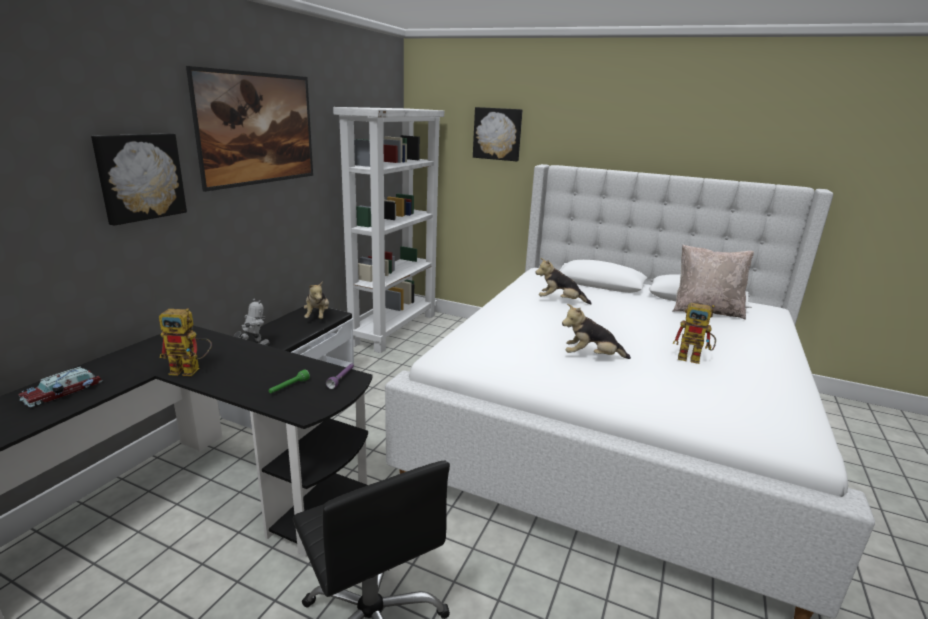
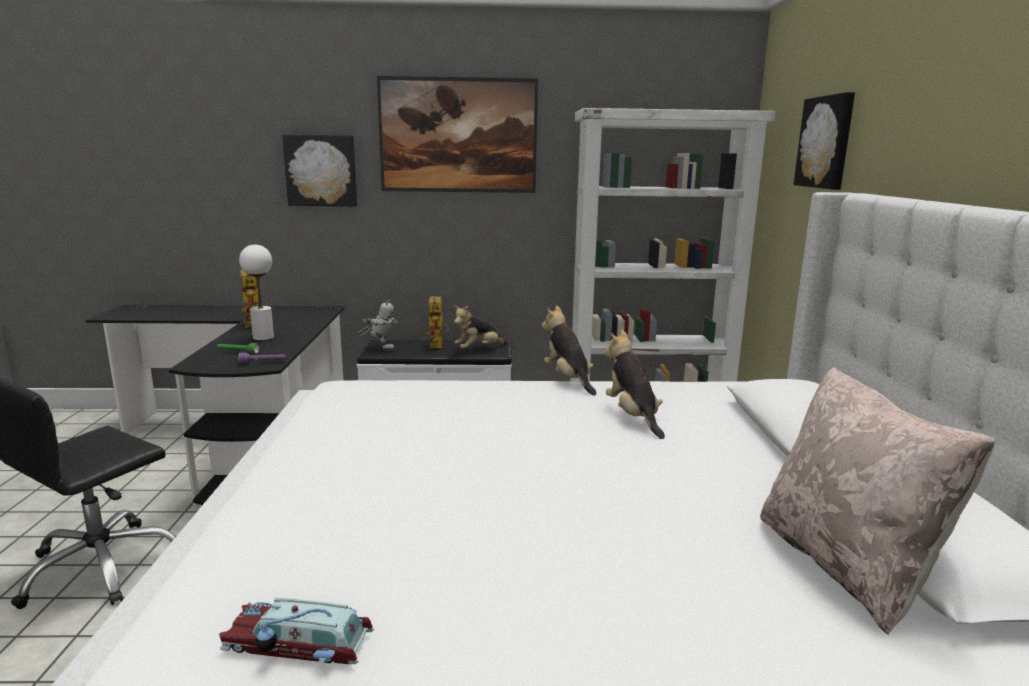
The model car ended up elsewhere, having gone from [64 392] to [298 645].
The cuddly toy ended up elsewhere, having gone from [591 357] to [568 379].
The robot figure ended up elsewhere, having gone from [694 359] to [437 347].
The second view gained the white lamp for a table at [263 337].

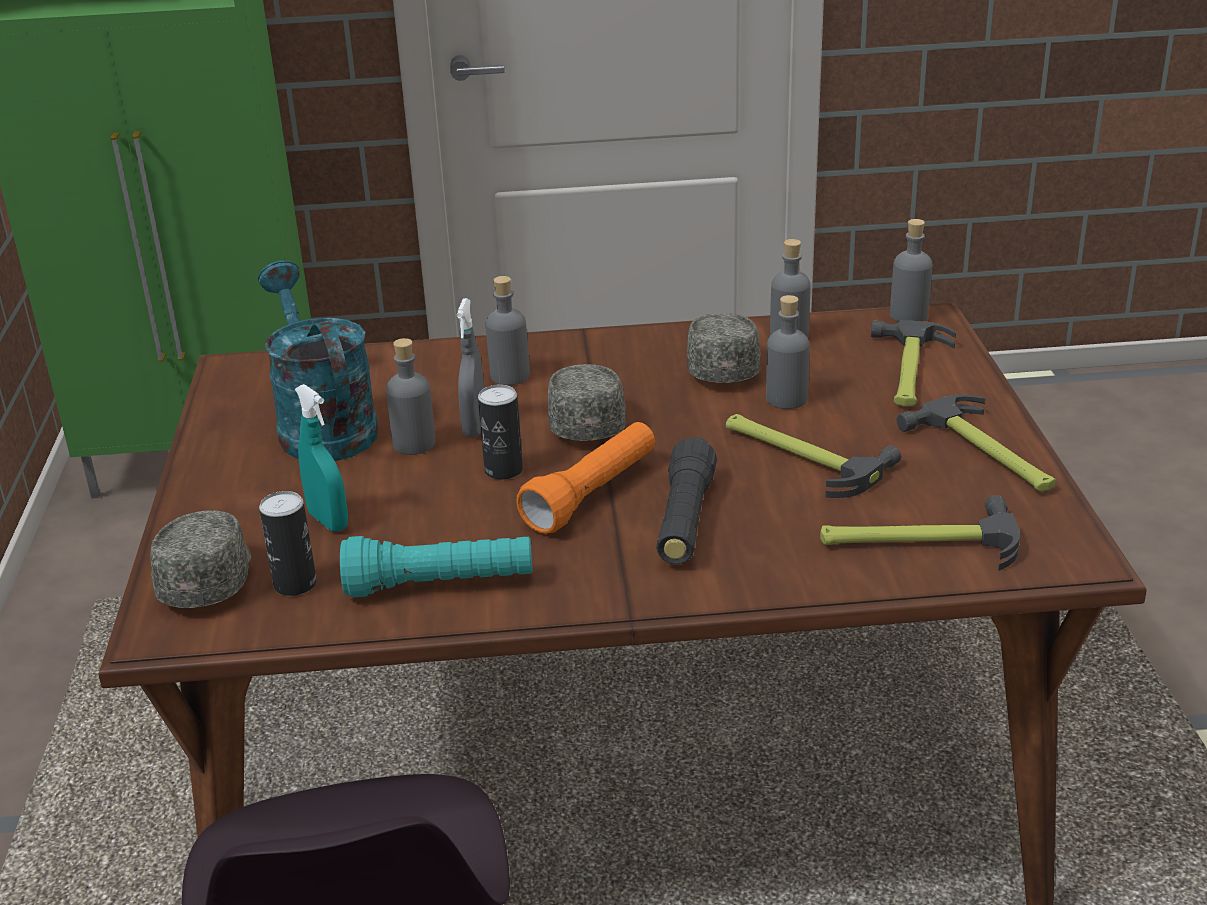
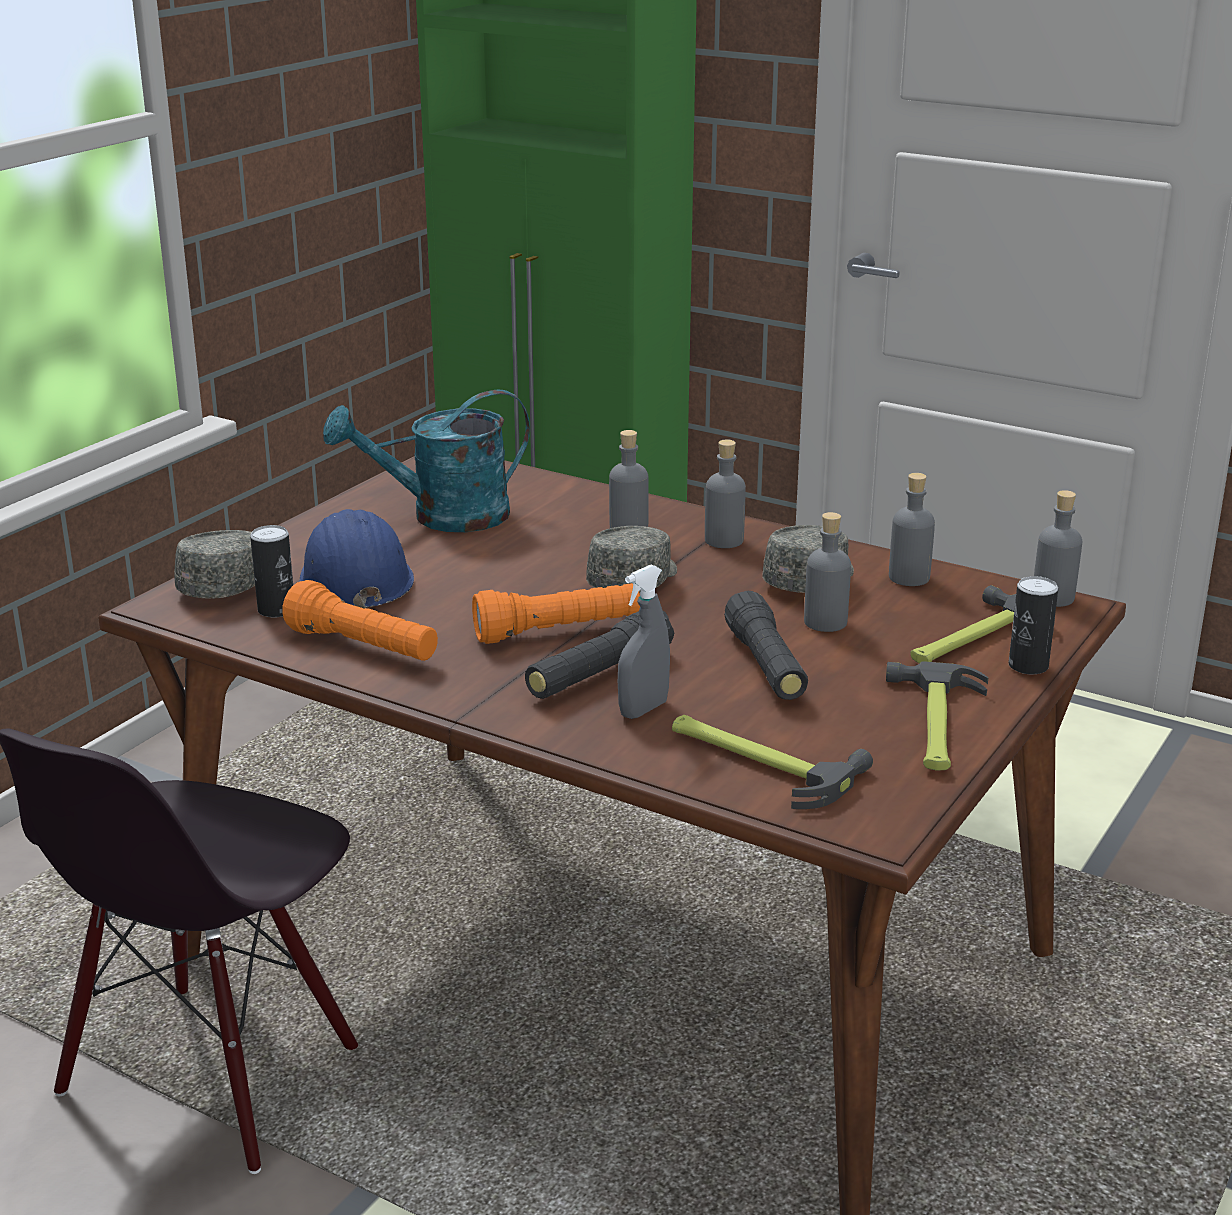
The blue-green sprinkling can at [321 425] ended up facing another way, 120 degrees counterclockwise from before.
Where the blue-green spray bottle stood at [328 521], the blue work helmet came to stand at [354 580].
What was the blue-green torch at [440 585] turned into the orangey torch at [363 647].
The greyish drink bottle ended up elsewhere, having gone from [414 444] to [724 540].
The greyish spray bottle ended up elsewhere, having gone from [474 427] to [643 709].
The metal can ended up elsewhere, having gone from [503 470] to [1028 666].
Where the hand hammer stood at [799 455], the black-coloured torch came to stand at [766 666].

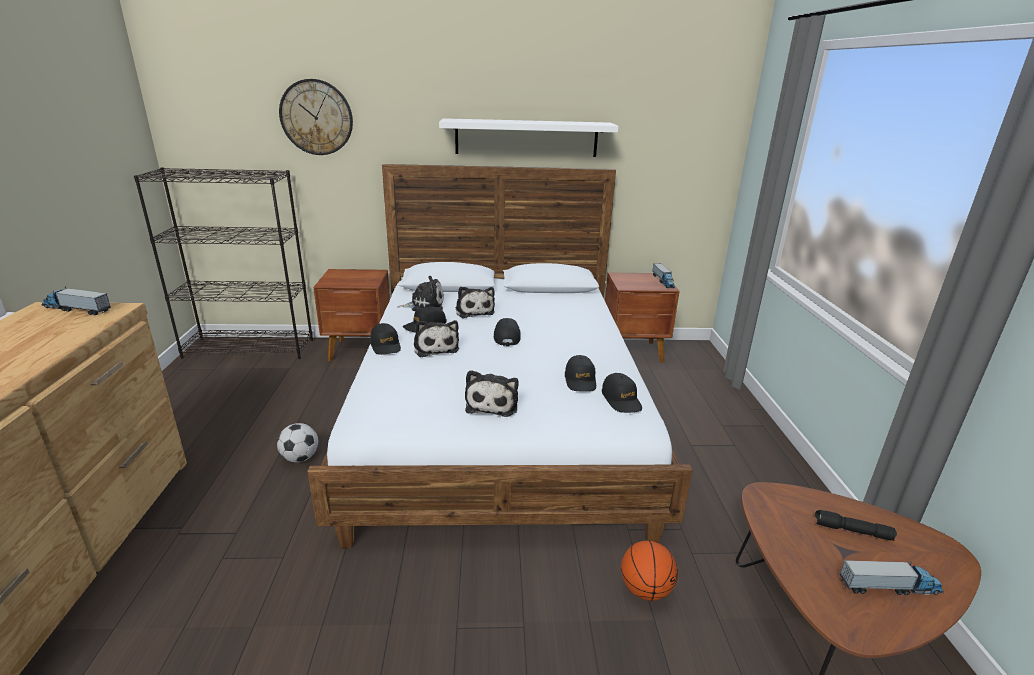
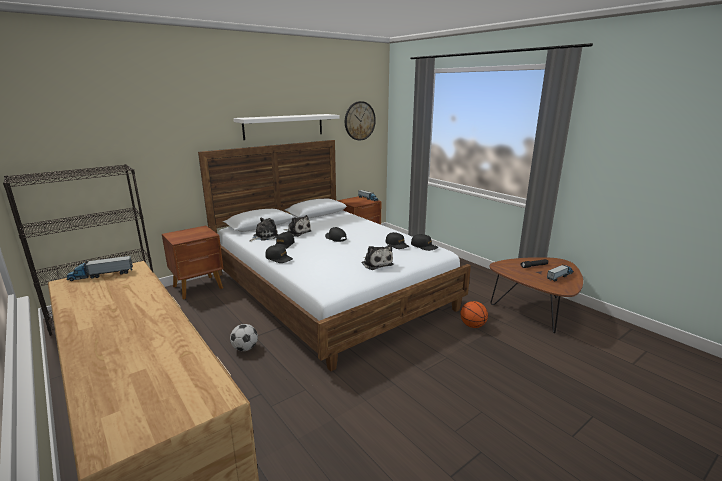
The hanging clock ended up elsewhere, having gone from [316 117] to [359 121].
The second view lost the cuddly toy at [435 347].

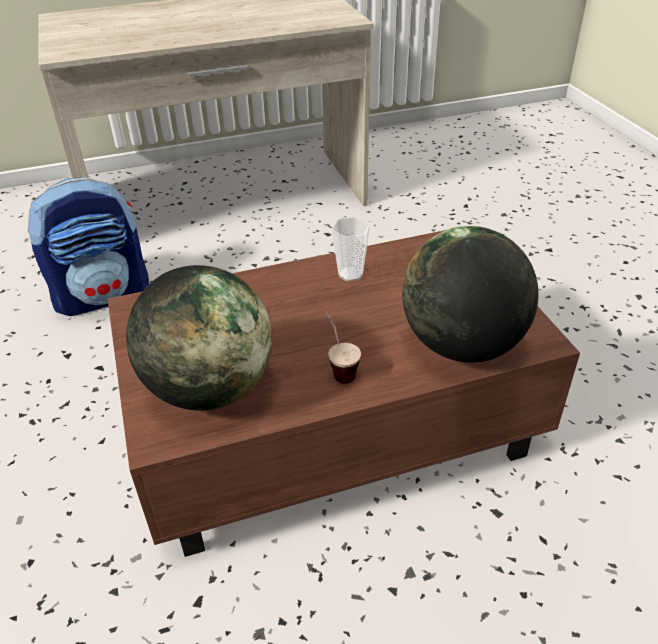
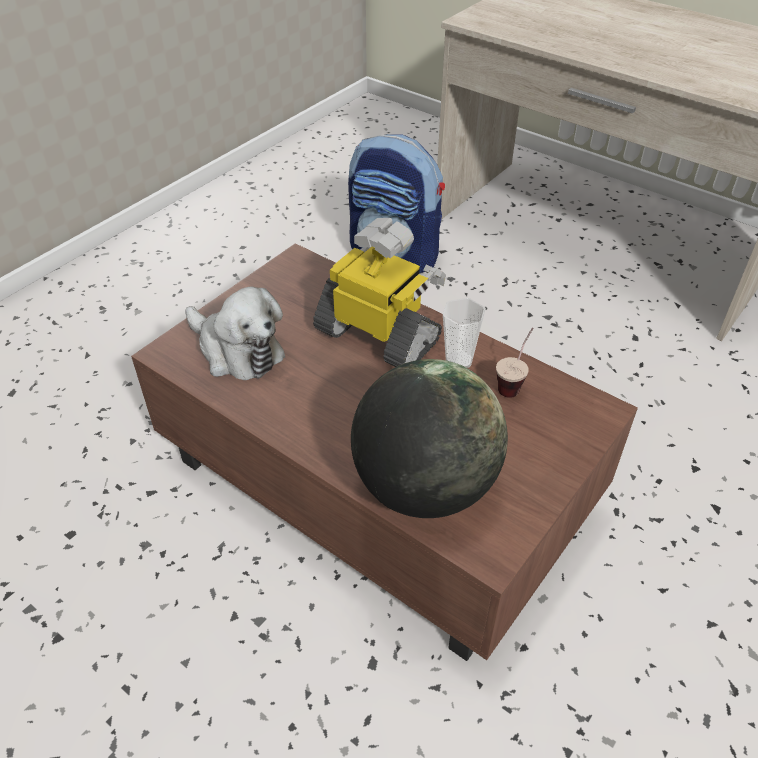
Where the world globe stood at [209 389], the cuddly toy came to stand at [237 351].
The small cup ended up elsewhere, having gone from [339 368] to [514 382].
The second view gained the robot figure at [379 335].

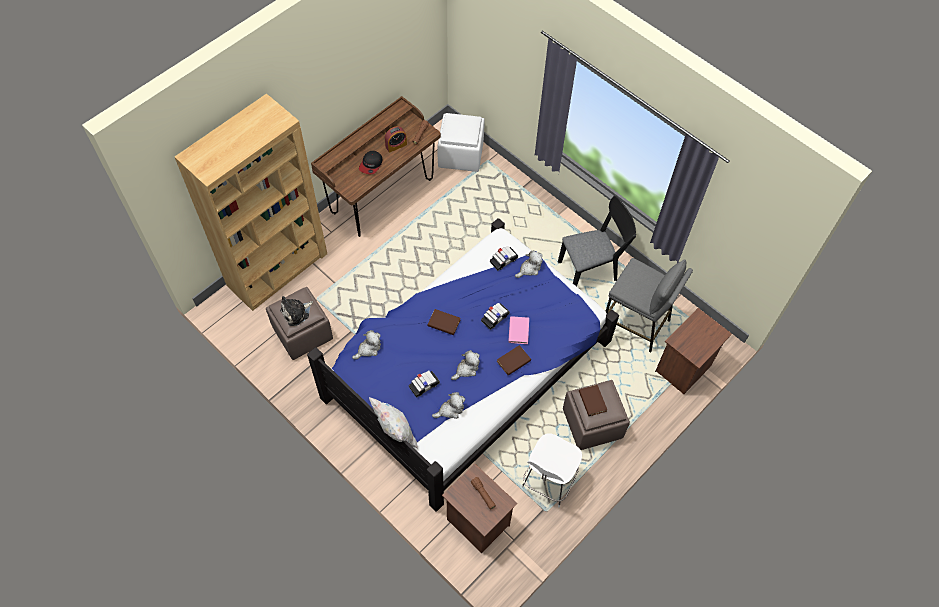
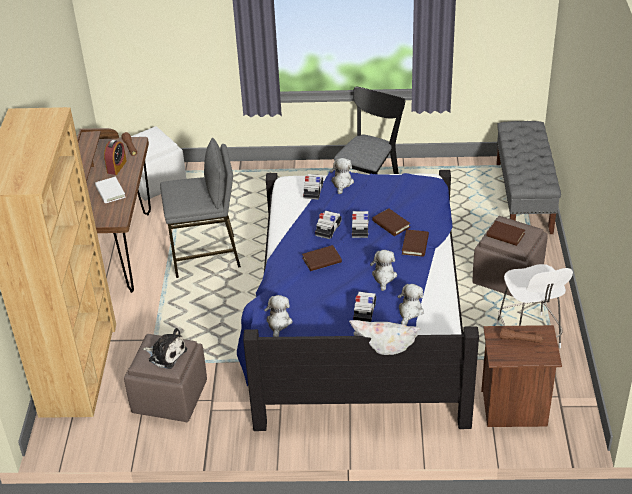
The cuddly toy at [296 312] ended up facing another way, 75 degrees counterclockwise from before.
Where the cap stood at [371 164], the white volume came to stand at [110 192].
What was the pinkish volume at [518 331] turned into the brown volume at [391 224].
The greyish stool seat ended up elsewhere, having gone from [636 324] to [206 256].
Where the brown nightstand stood at [684 369], the greyish indoor bench came to stand at [524 197].
The second view gained the model car at [328 229].

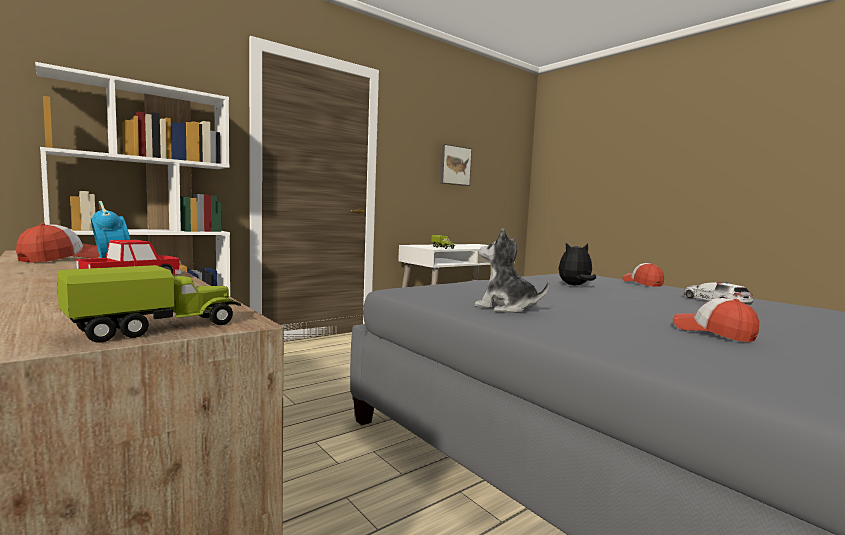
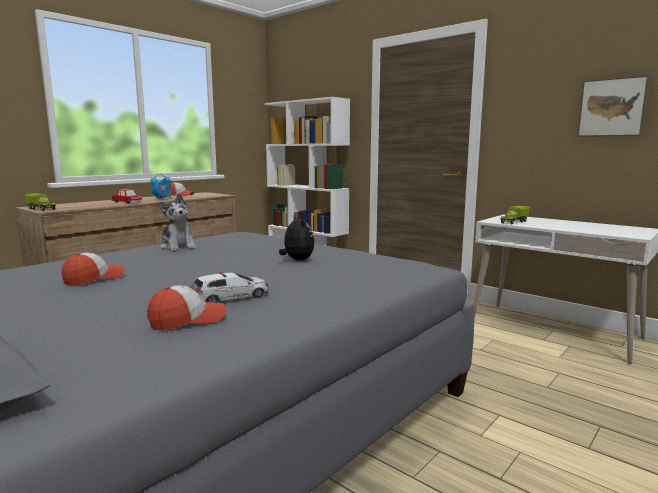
The cuddly toy at [506 308] ended up facing another way, 120 degrees clockwise from before.
The cap ended up elsewhere, having gone from [642 283] to [187 320].

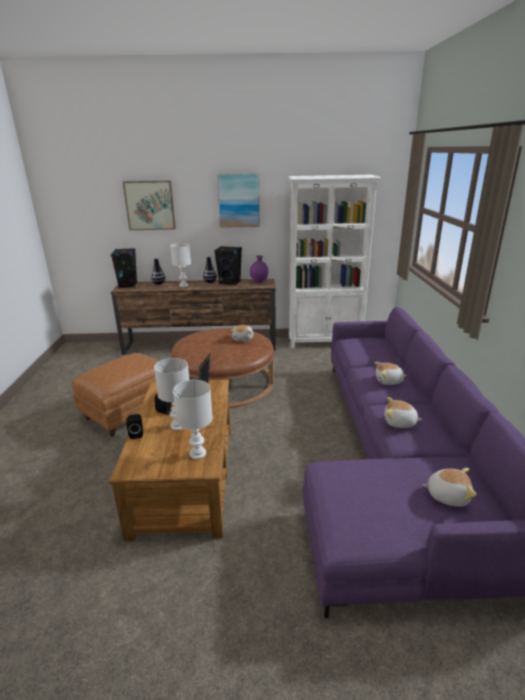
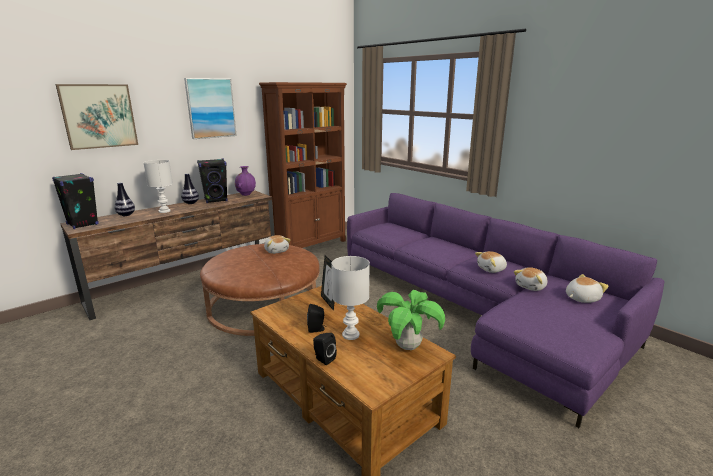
The second view lost the brown ottoman at [129 412].
Where the white lamp for a table stood at [197 453], the potted plant came to stand at [407 347].
What was the white shelving unit at [325 341] turned into the brown shelving unit at [311 245].
The cuddly toy ended up elsewhere, having gone from [389 381] to [531 286].

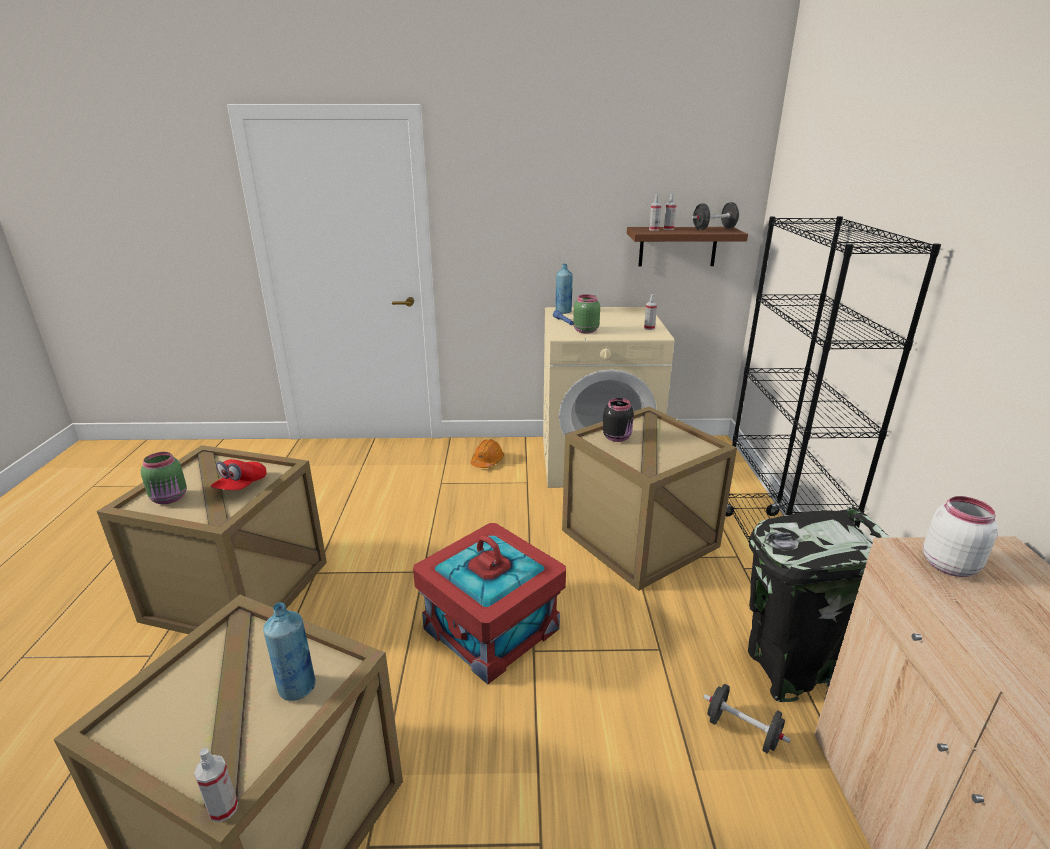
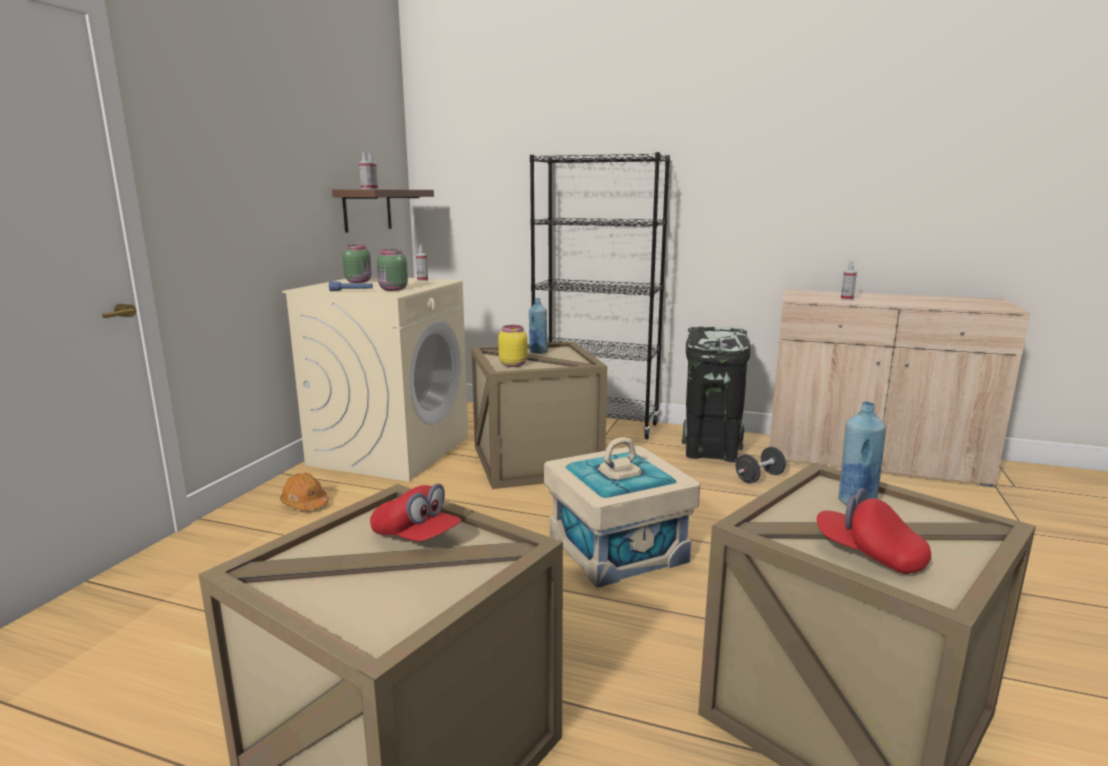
The greenish jar ended up elsewhere, having gone from [170 498] to [359 281].
The spray bottle ended up elsewhere, having gone from [223 808] to [847 299].
What was the red-coloured storage bin at [492 628] turned into the sand-coloured storage bin at [616 548].
The blue drink bottle ended up elsewhere, having gone from [563 312] to [538 352].
What was the black-coloured jar at [617 437] turned into the yellowish jar at [513 364].
The second view lost the black-coloured dumbbell at [714 229].
The second view lost the white jar at [947 564].
The second view gained the red-coloured cap at [869 554].

